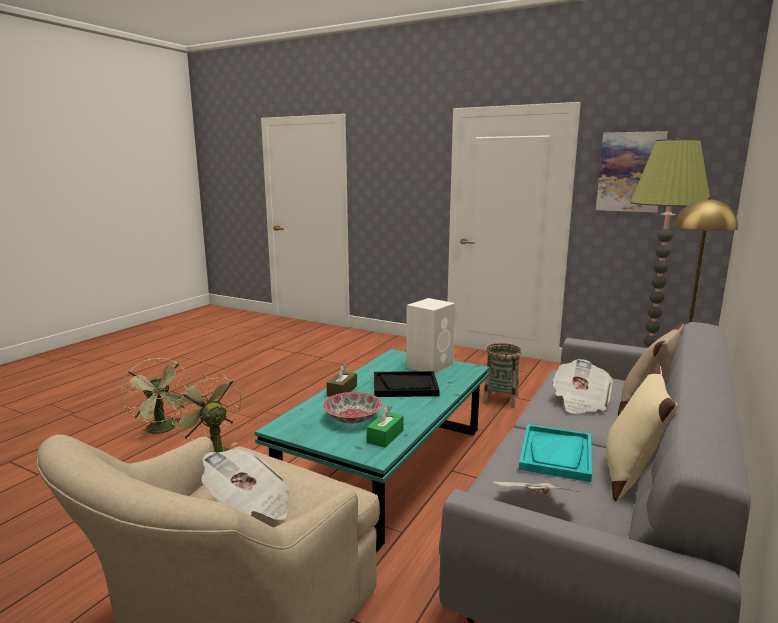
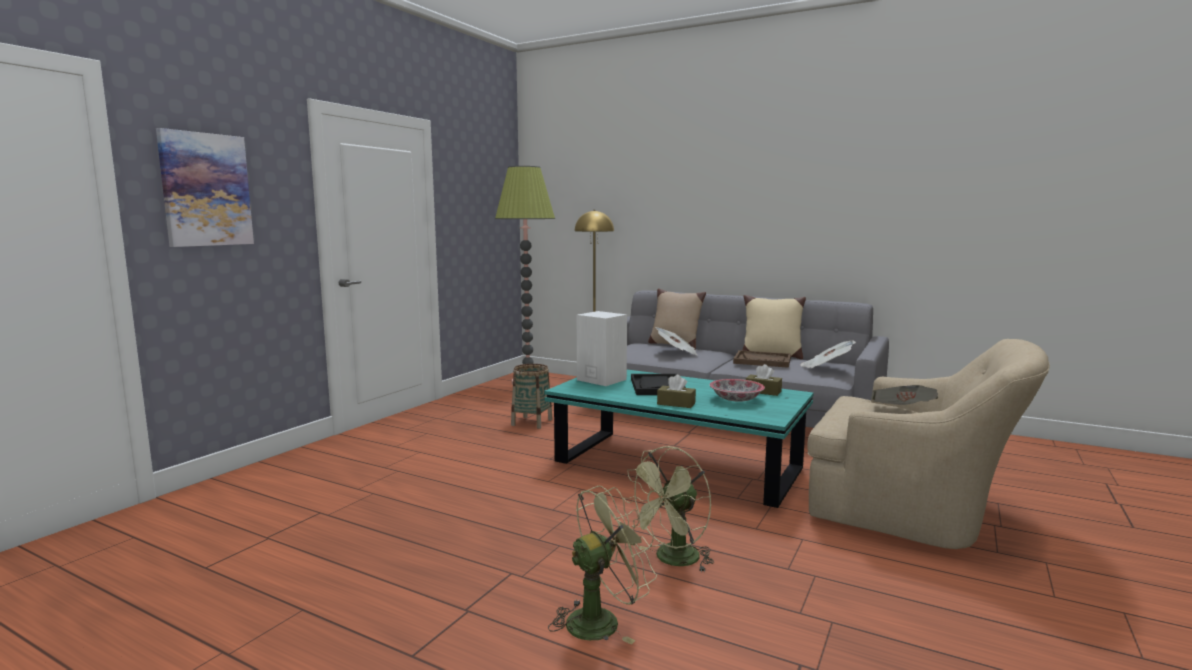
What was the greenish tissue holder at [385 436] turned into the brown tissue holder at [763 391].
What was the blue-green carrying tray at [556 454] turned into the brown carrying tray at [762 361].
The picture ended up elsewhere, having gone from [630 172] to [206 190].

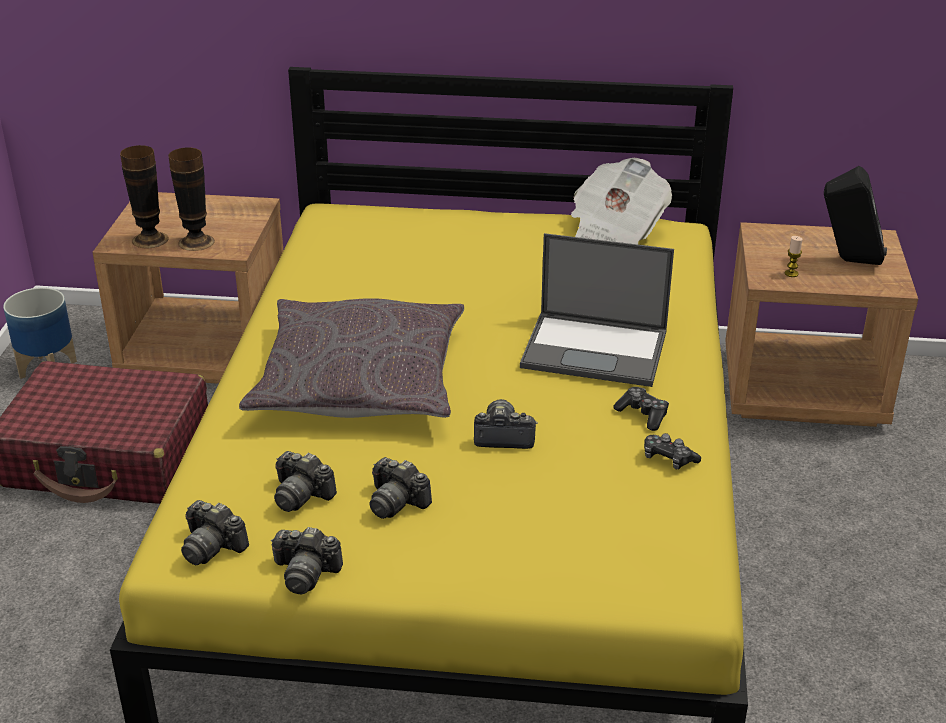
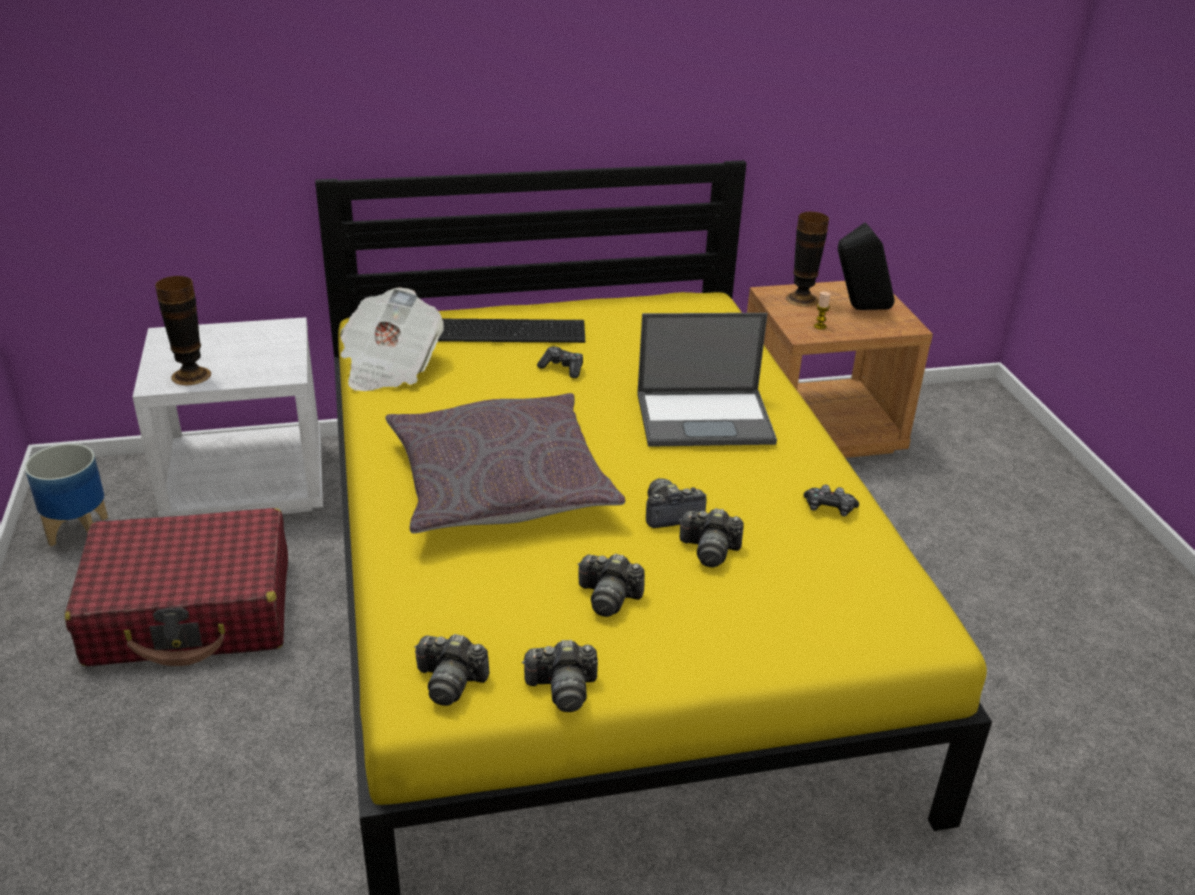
What was the brown nightstand at [207 351] turned into the white nightstand at [247 484].
The decorative vase ended up elsewhere, having gone from [196 242] to [802 299].
The photo camera ended up elsewhere, having gone from [301 495] to [709 550].
The printed paper ended up elsewhere, having gone from [614 231] to [389 367].
The gamepad ended up elsewhere, having gone from [643 414] to [562 368].
The second view gained the keyboard at [508 330].

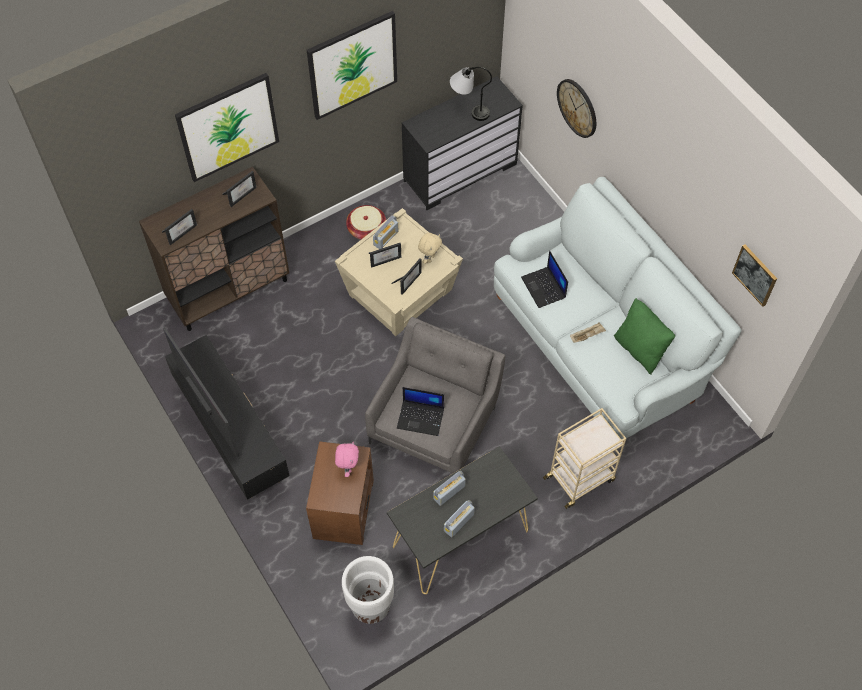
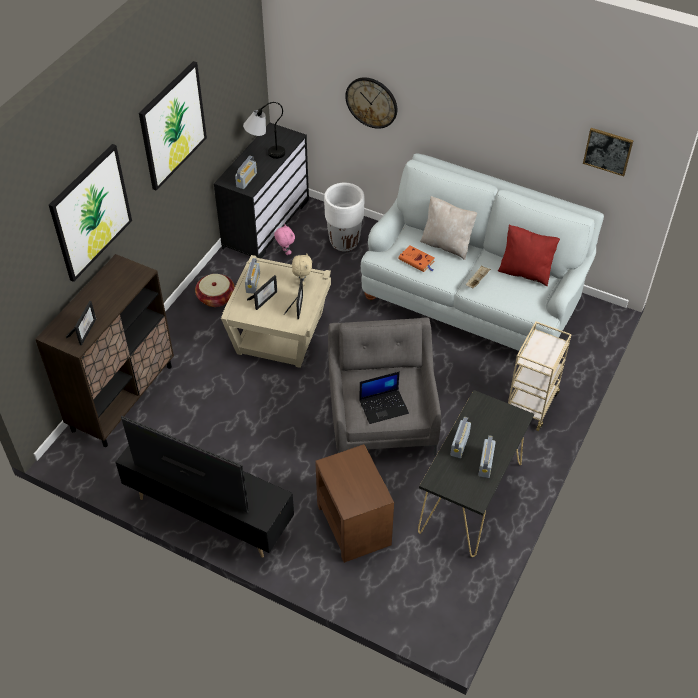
The second view lost the picture frame at [241 194].
The pinkish cuddly toy ended up elsewhere, having gone from [348 467] to [285 252].
The white planter ended up elsewhere, having gone from [370 607] to [344 242].
Where the notebook computer stood at [544 288], the orangey volume came to stand at [417 261].
What was the greenish cushion at [640 349] turned into the red-coloured cushion at [525 272].
The second view gained the radio at [246 180].
The second view gained the sand-coloured cushion at [446 245].

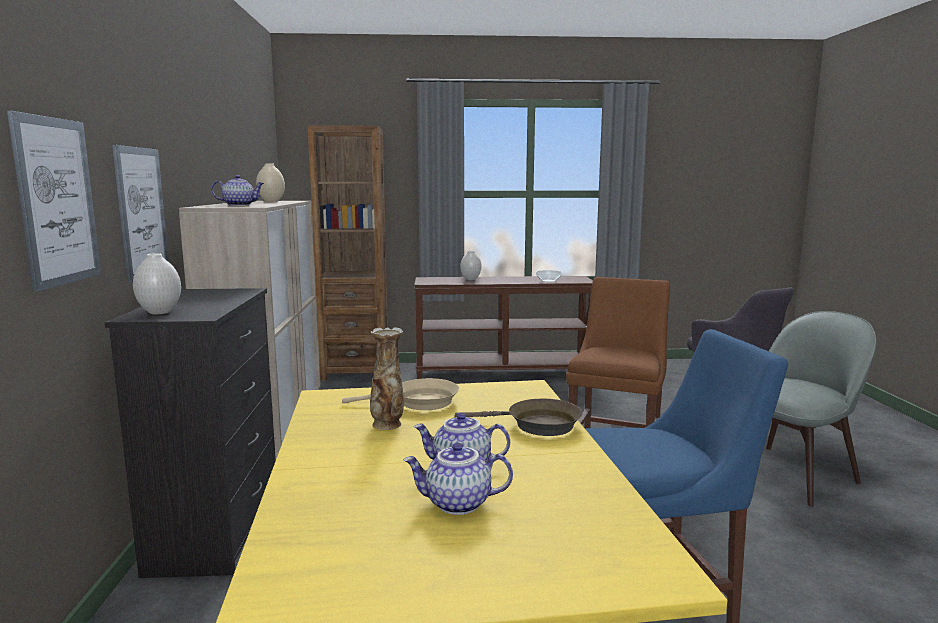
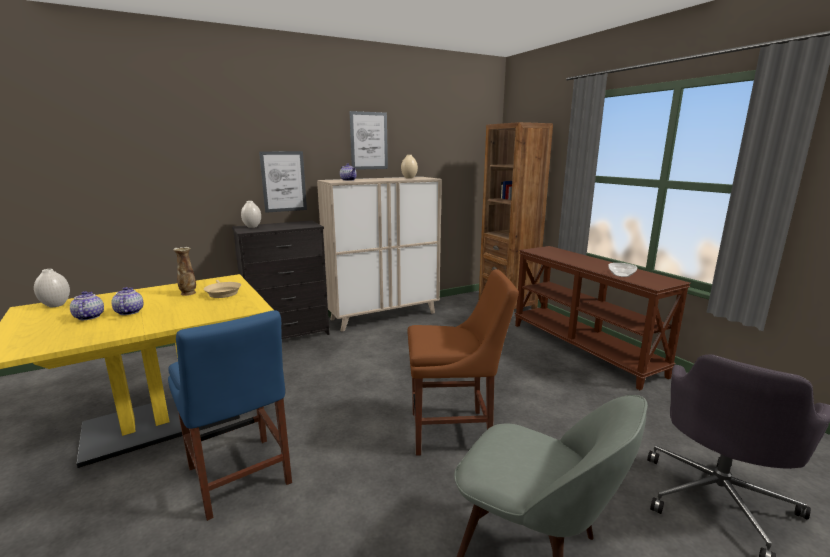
The picture ended up elsewhere, having gone from [57 201] to [369 141].
The second view lost the brown skillet at [537 425].
The white decorative vase ended up elsewhere, having gone from [471 279] to [56 305].

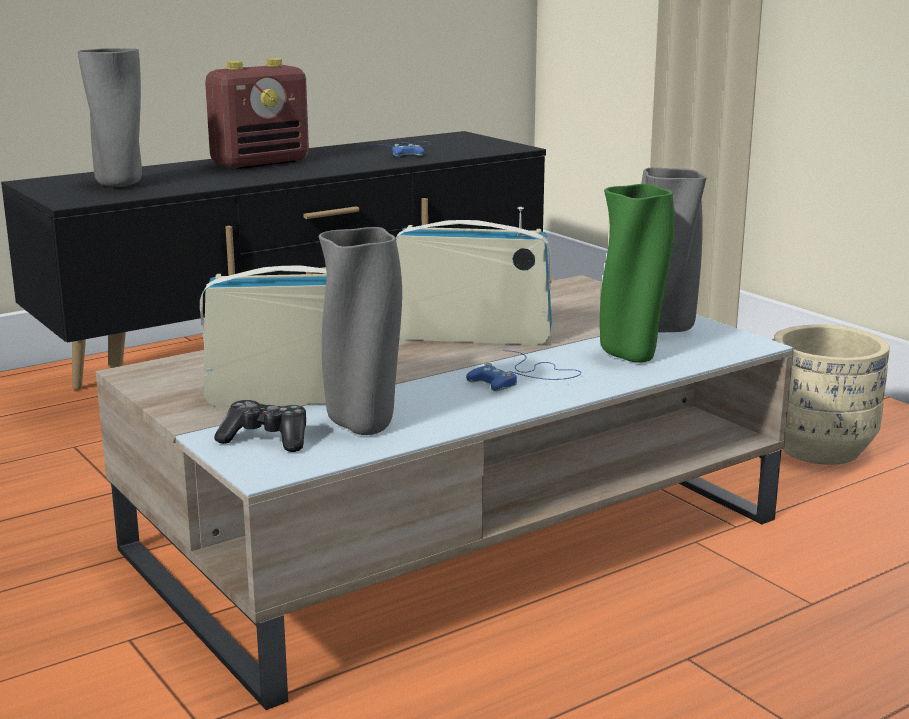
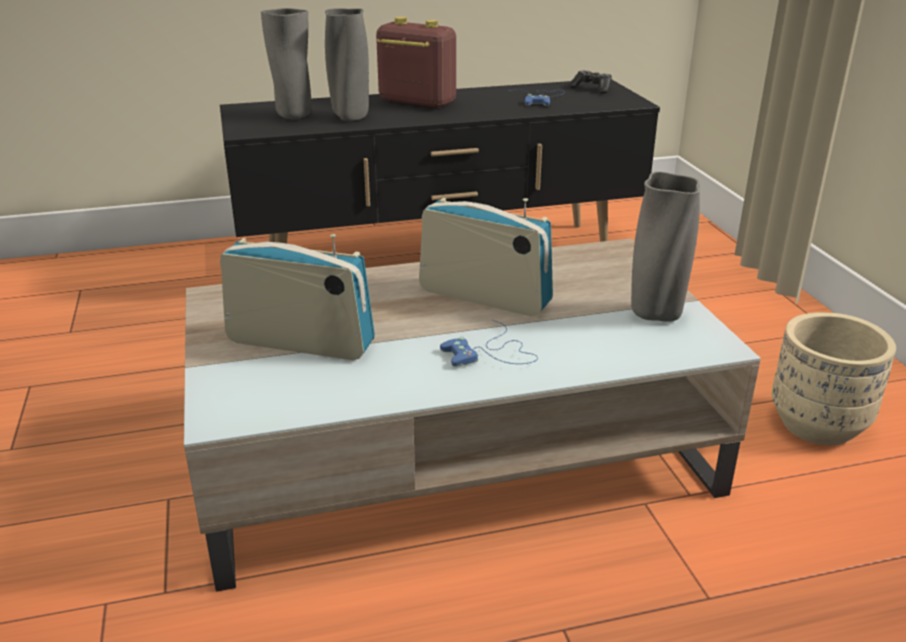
The radio at [261 163] ended up facing another way, 135 degrees counterclockwise from before.
The gamepad ended up elsewhere, having gone from [266 439] to [592 88].
The greyish decorative vase ended up elsewhere, having gone from [363 425] to [350 117].
The second view lost the greenish decorative vase at [631 355].

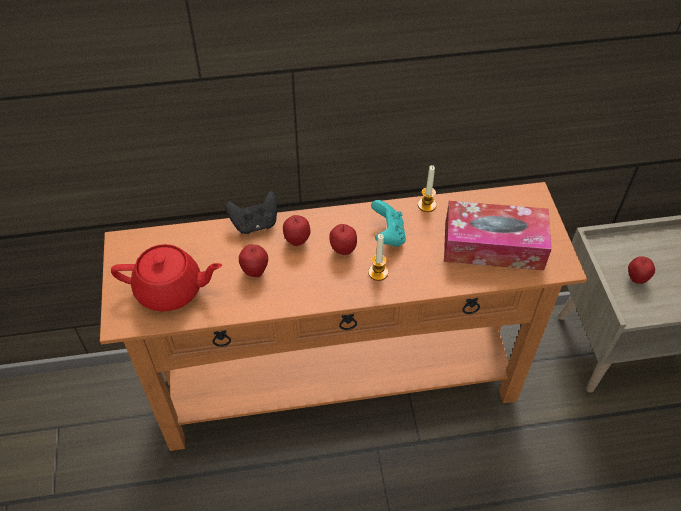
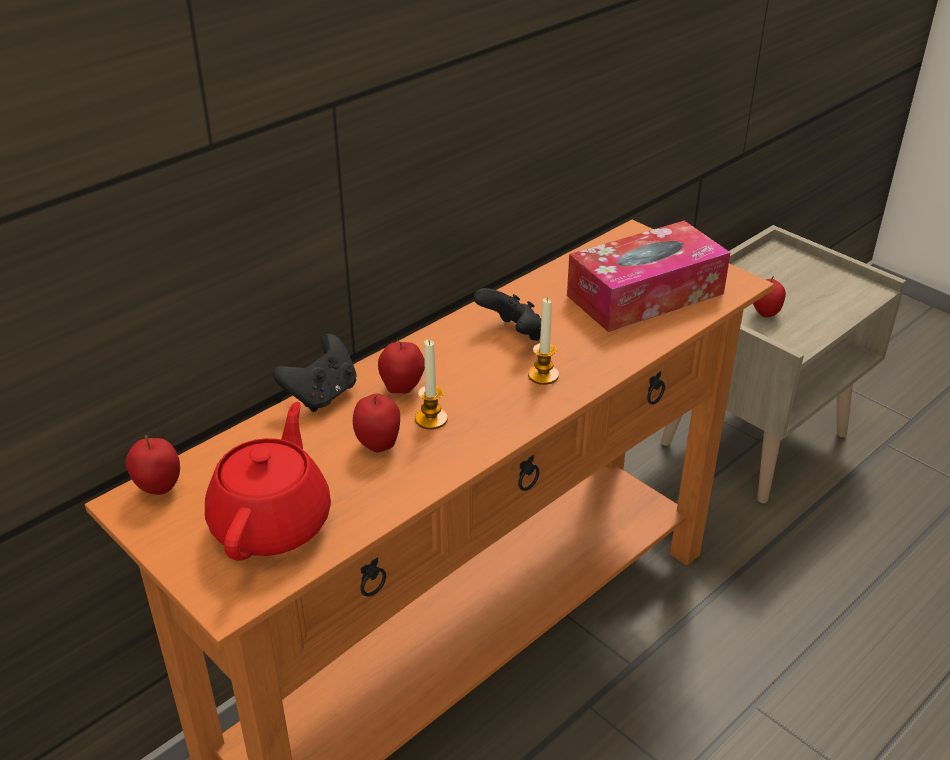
The red-coloured pot for tea at [171 290] ended up facing another way, 45 degrees counterclockwise from before.
The apple ended up elsewhere, having gone from [343 250] to [159 489].
What was the blue-green gamepad at [388 235] turned into the black-coloured gamepad at [513 335].
The wax light ended up elsewhere, having gone from [427 205] to [431 419].

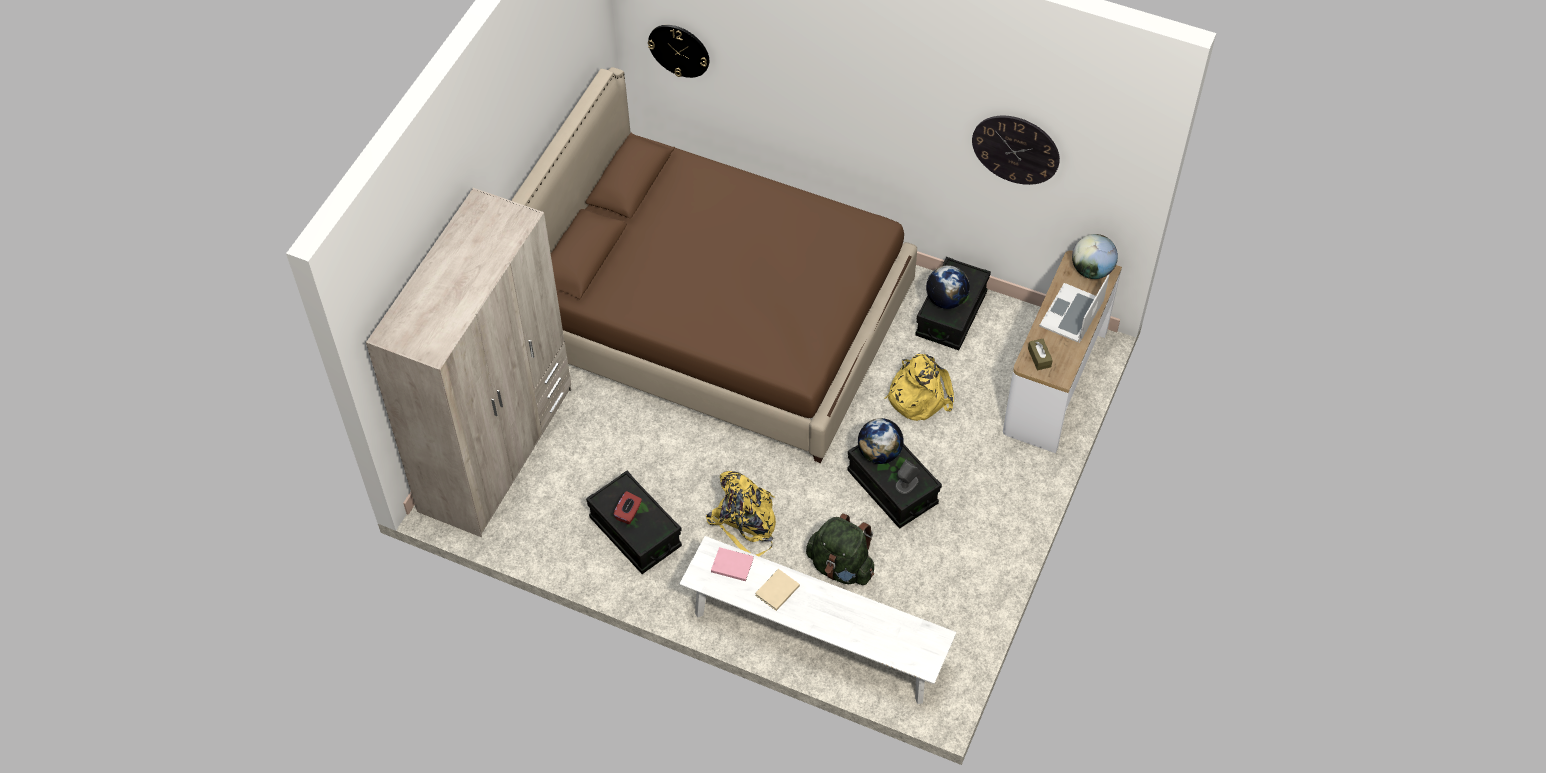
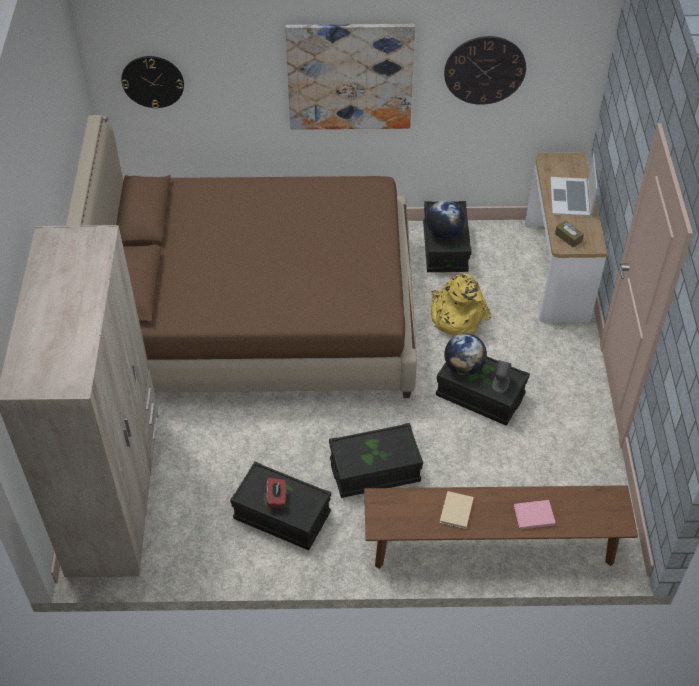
What was the white indoor bench at [815 640] turned into the brown indoor bench at [492 546].
Where the yellowish knapsack stood at [745 523], the black-coloured storage bin came to stand at [375 471].
The pinkish volume ended up elsewhere, having gone from [731 564] to [532 515].
The second view lost the greenish knapsack at [841 566].
The second view lost the world globe at [1091 270].
The second view gained the picture at [350 77].

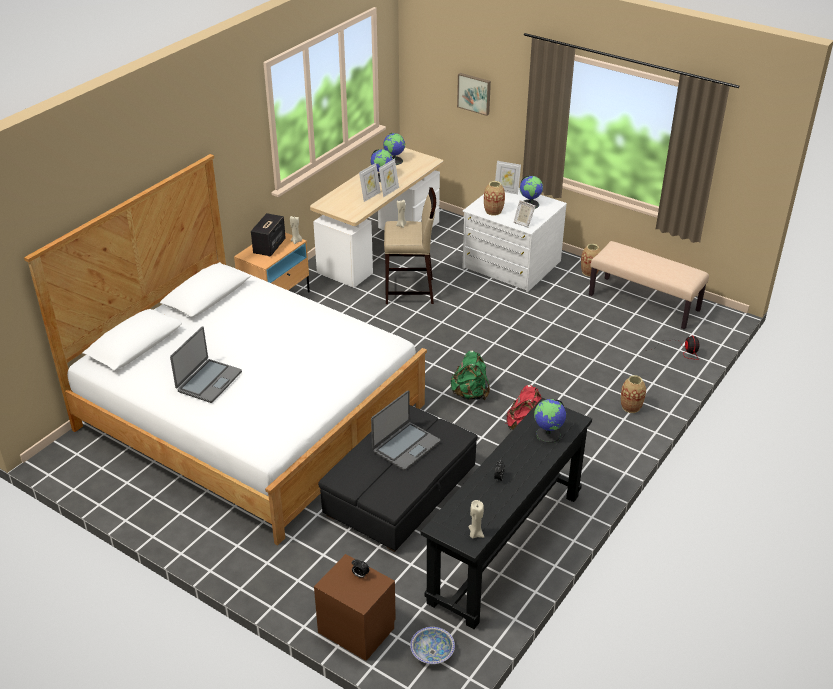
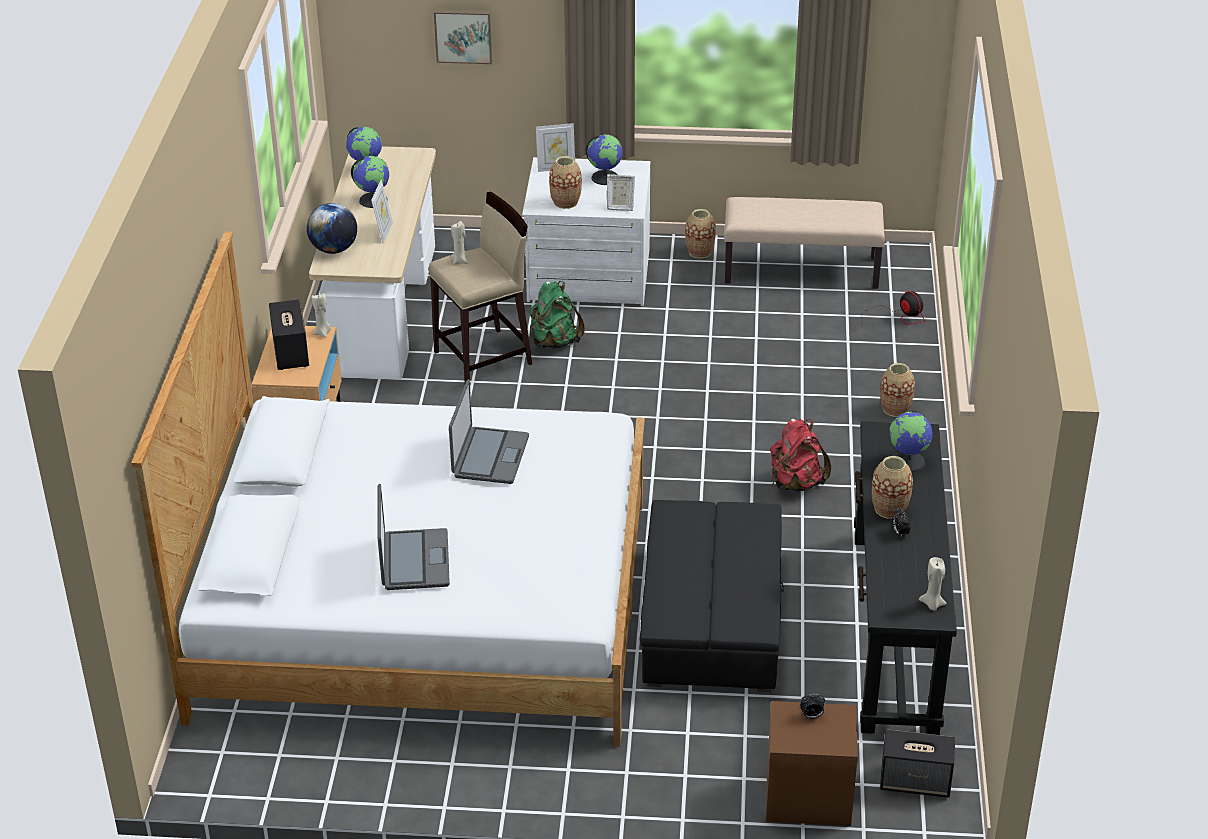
The notebook computer ended up elsewhere, having gone from [405 446] to [489 457].
The second view lost the picture frame at [389 191].
Where the serving bowl stood at [432 652], the audio speaker came to stand at [916 782].
The greenish knapsack ended up elsewhere, having gone from [470 394] to [554 342].
The second view gained the world globe at [334 249].
The second view gained the decorative vase at [889 509].

